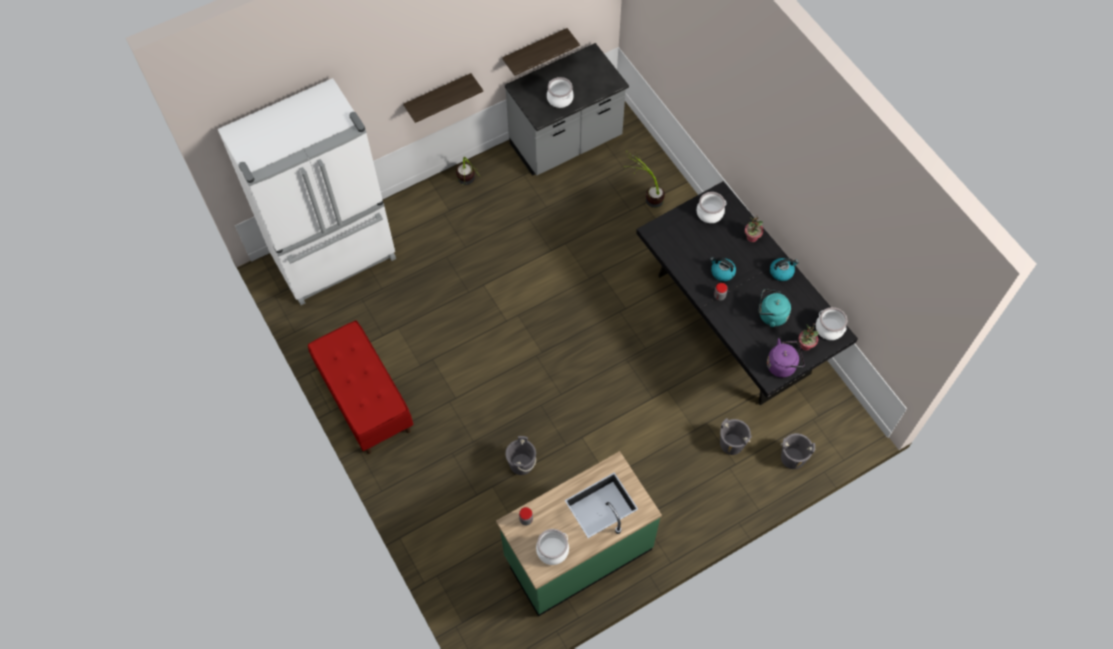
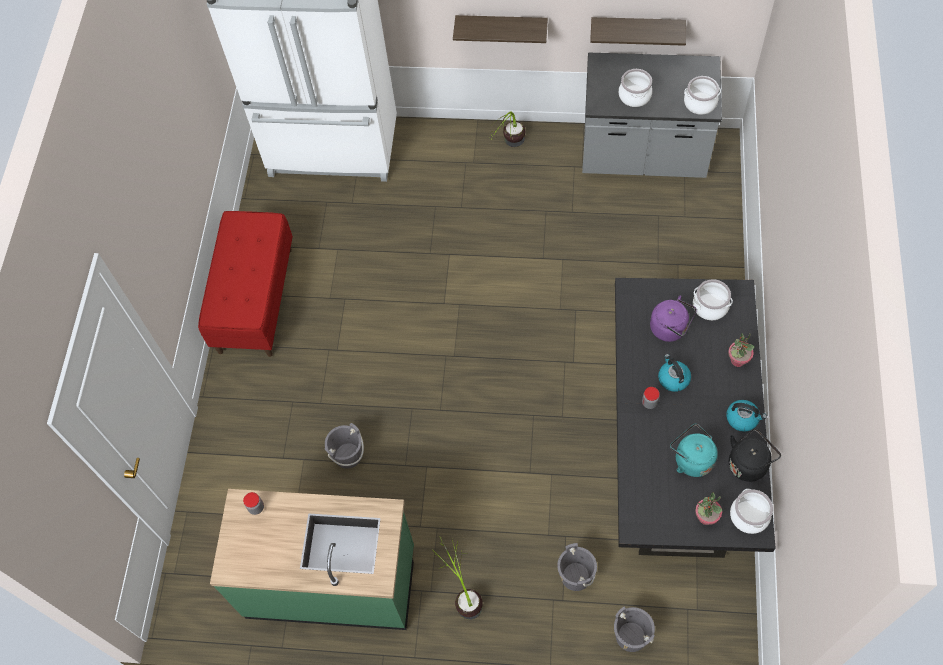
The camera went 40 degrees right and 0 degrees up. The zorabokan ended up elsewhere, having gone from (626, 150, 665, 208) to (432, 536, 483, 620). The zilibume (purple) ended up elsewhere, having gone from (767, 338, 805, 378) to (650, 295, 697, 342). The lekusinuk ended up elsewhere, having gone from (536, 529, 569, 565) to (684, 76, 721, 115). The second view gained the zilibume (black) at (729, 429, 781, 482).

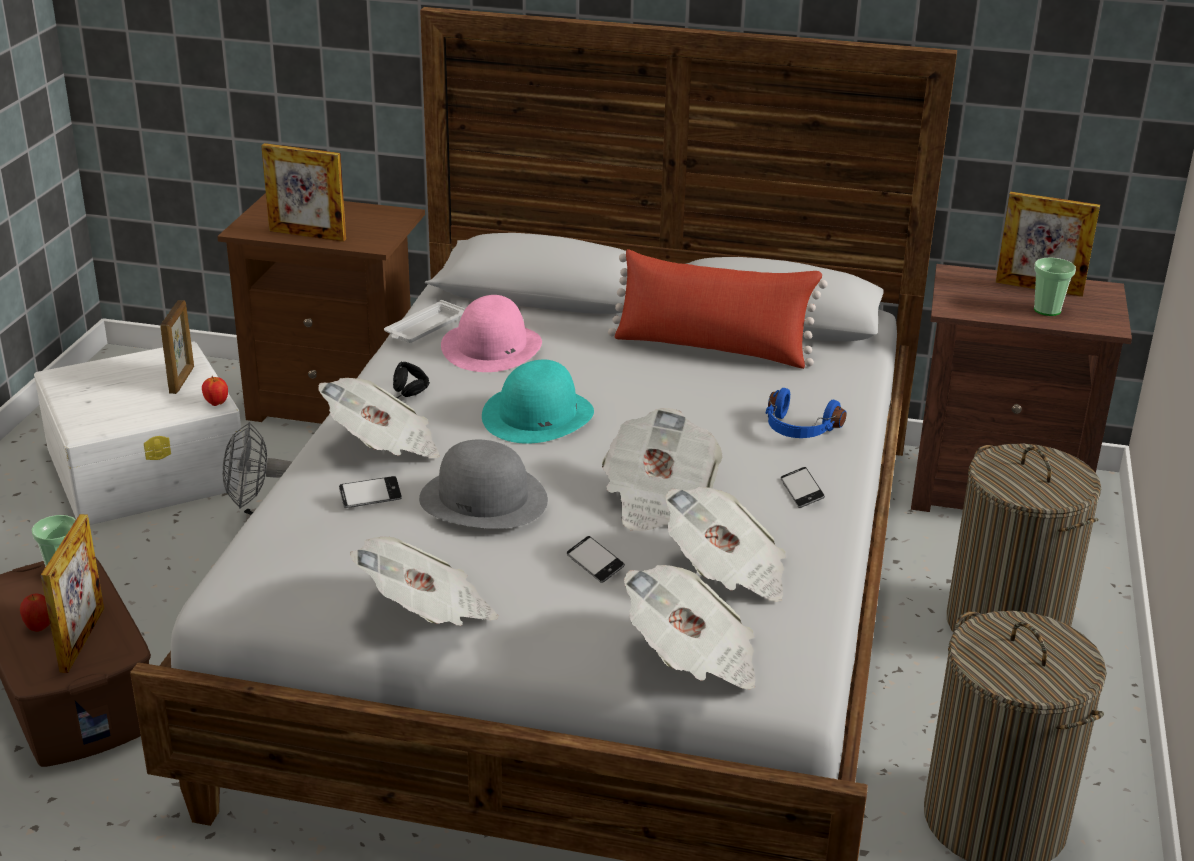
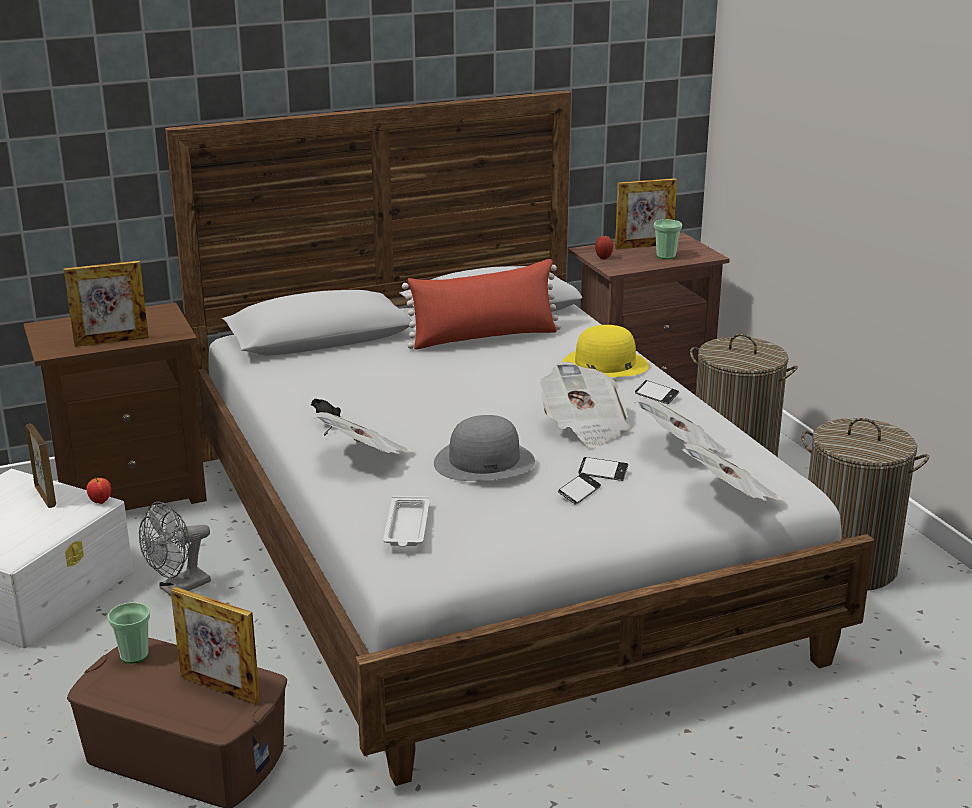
The camera went 35 degrees left and 5 degrees down. The second view lost the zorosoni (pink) at (441, 295, 542, 372). The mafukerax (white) ended up elsewhere, having gone from (384, 300, 465, 343) to (383, 496, 430, 547). The second view lost the zorosoni (turquoise) at (482, 360, 594, 444). Where the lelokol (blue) stood at (765, 388, 847, 438), the zorosoni (yellow) came to stand at (562, 325, 649, 377). The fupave ended up elsewhere, having gone from (339, 476, 402, 508) to (558, 473, 601, 505). The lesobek at (41, 514, 104, 673) ended up facing another way, 150 degrees clockwise from before. The second view lost the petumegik at (350, 536, 499, 626). The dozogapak ended up elsewhere, having gone from (20, 593, 50, 632) to (595, 234, 613, 259).

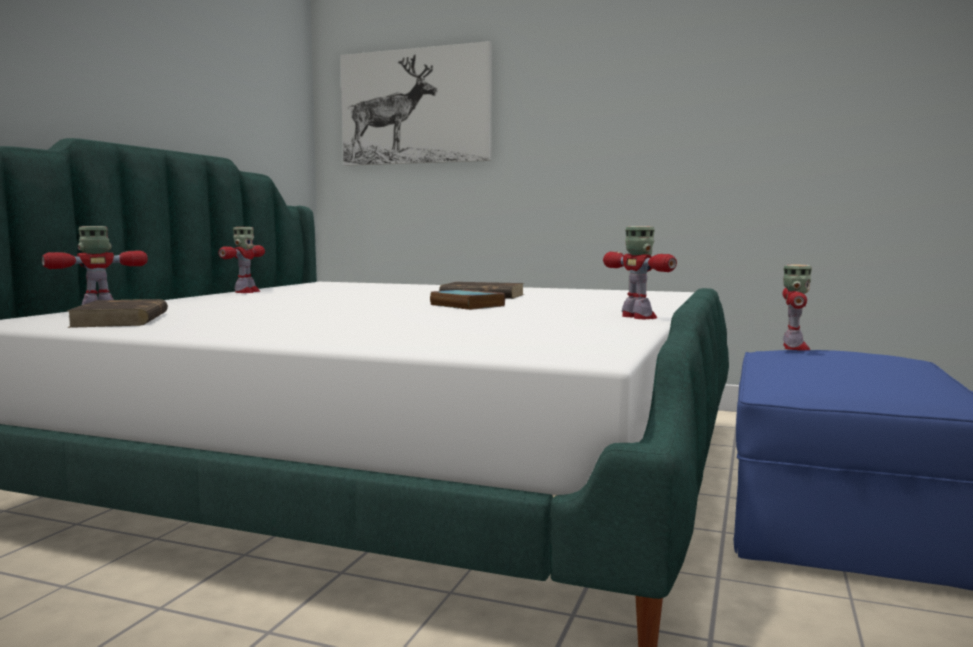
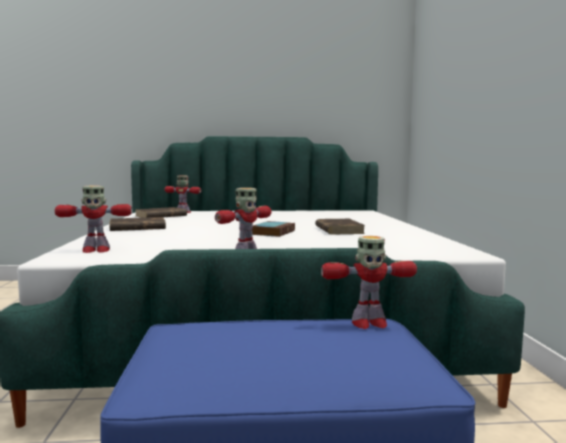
The camera went 65 degrees right and 0 degrees up. The second view lost the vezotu at (341, 41, 492, 166). The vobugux ended up elsewhere, having gone from (218, 227, 265, 293) to (55, 185, 132, 253). The second view gained the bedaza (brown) at (110, 217, 166, 231).

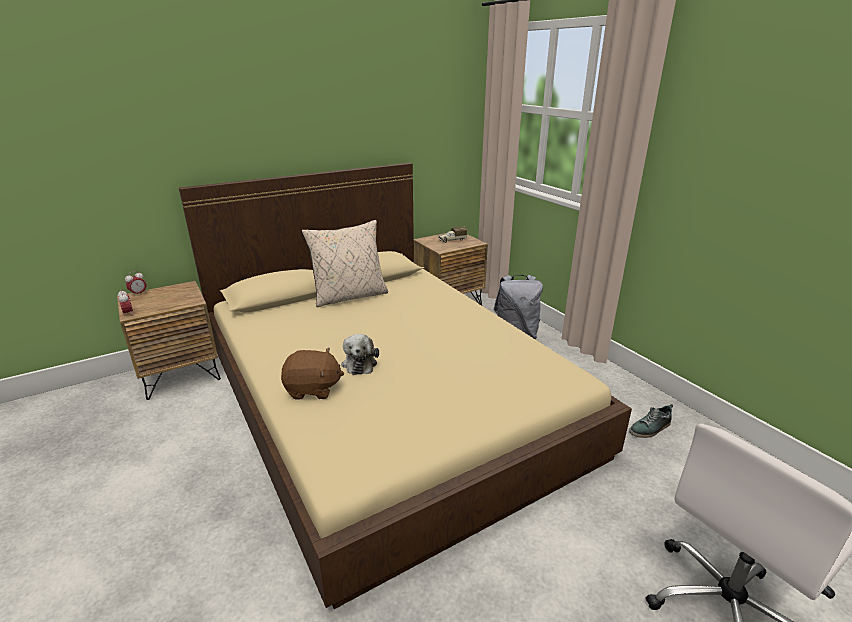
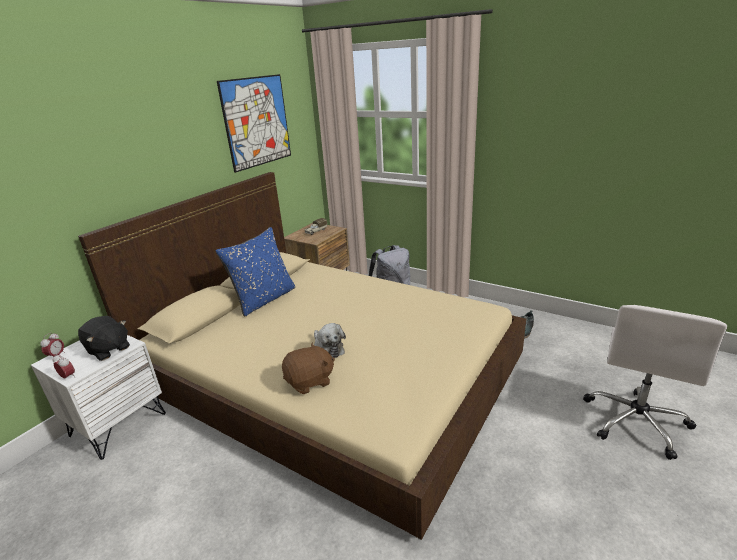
The camera went 25 degrees left and 0 degrees up. What was the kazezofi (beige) at (302, 220, 388, 307) turned into the kazezofi (blue) at (216, 227, 295, 316). What was the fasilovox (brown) at (117, 281, 221, 400) turned into the fasilovox (white) at (31, 335, 166, 460). The second view gained the vezotu at (217, 74, 291, 173). The second view gained the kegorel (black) at (78, 316, 130, 361).

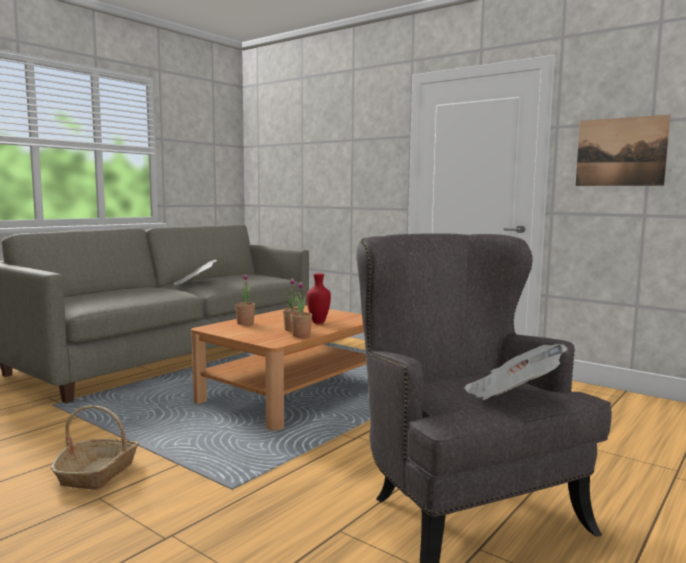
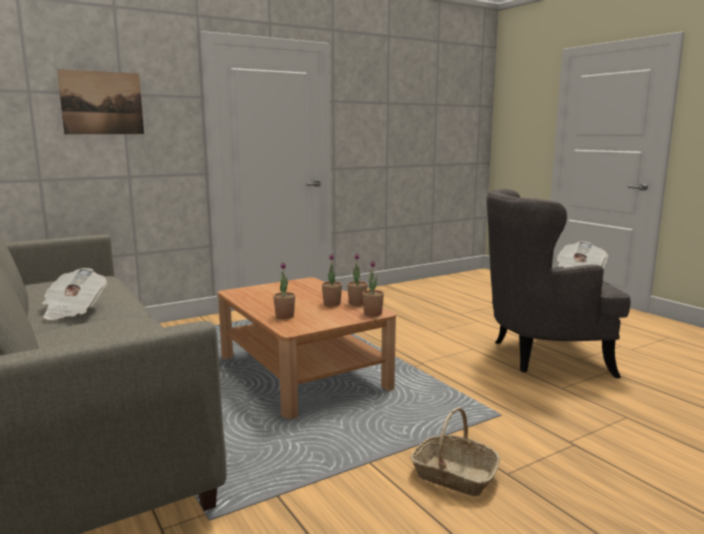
The camera went 70 degrees left and 5 degrees up. The vezotu ended up elsewhere, having gone from (576, 115, 671, 186) to (57, 69, 144, 134). The second view lost the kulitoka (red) at (307, 273, 331, 324). The second view gained the zorabokan at (362, 260, 384, 316).

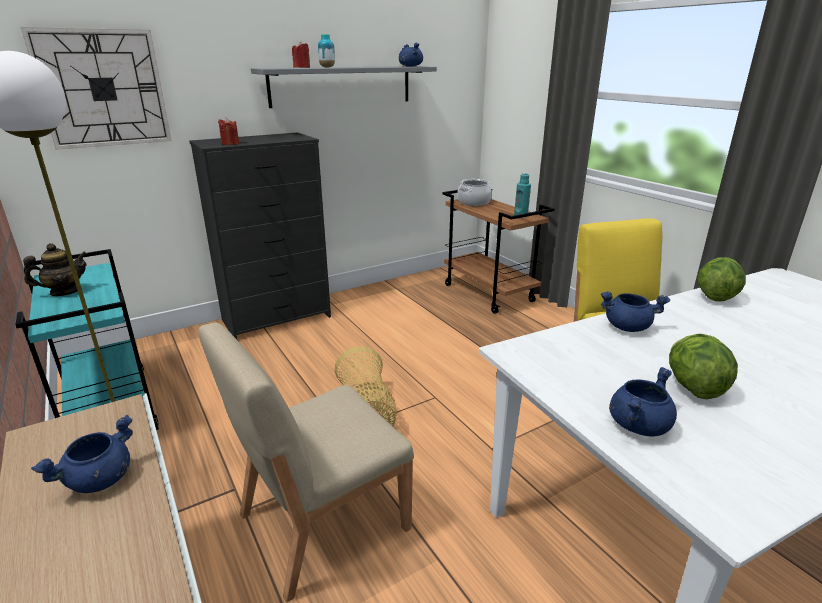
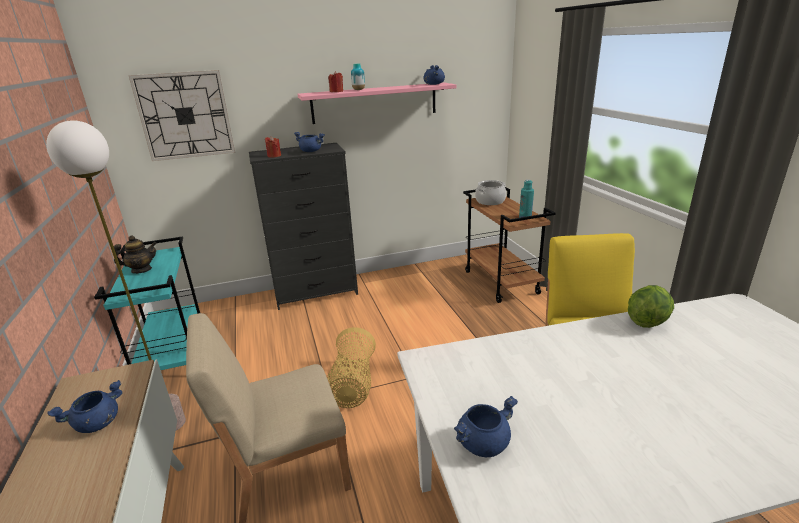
The camera went 15 degrees right and 0 degrees up. What was the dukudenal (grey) at (251, 66, 437, 108) turned into the dukudenal (pink) at (297, 83, 457, 124). The lekusinuk (blue) ended up elsewhere, having gone from (601, 291, 670, 332) to (294, 132, 325, 152). The second view lost the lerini at (669, 334, 738, 399).

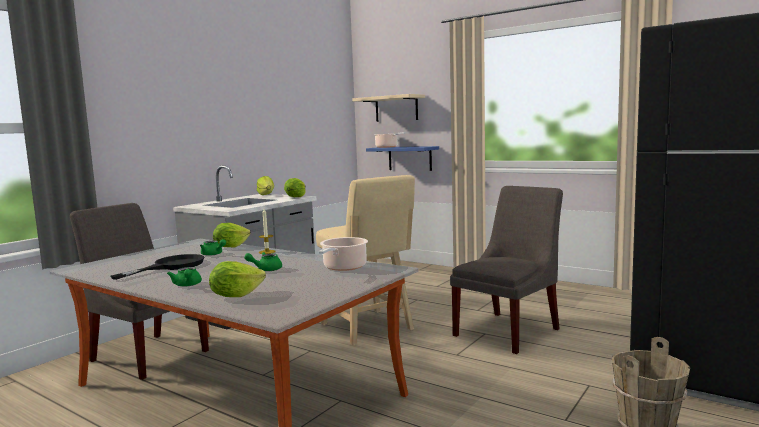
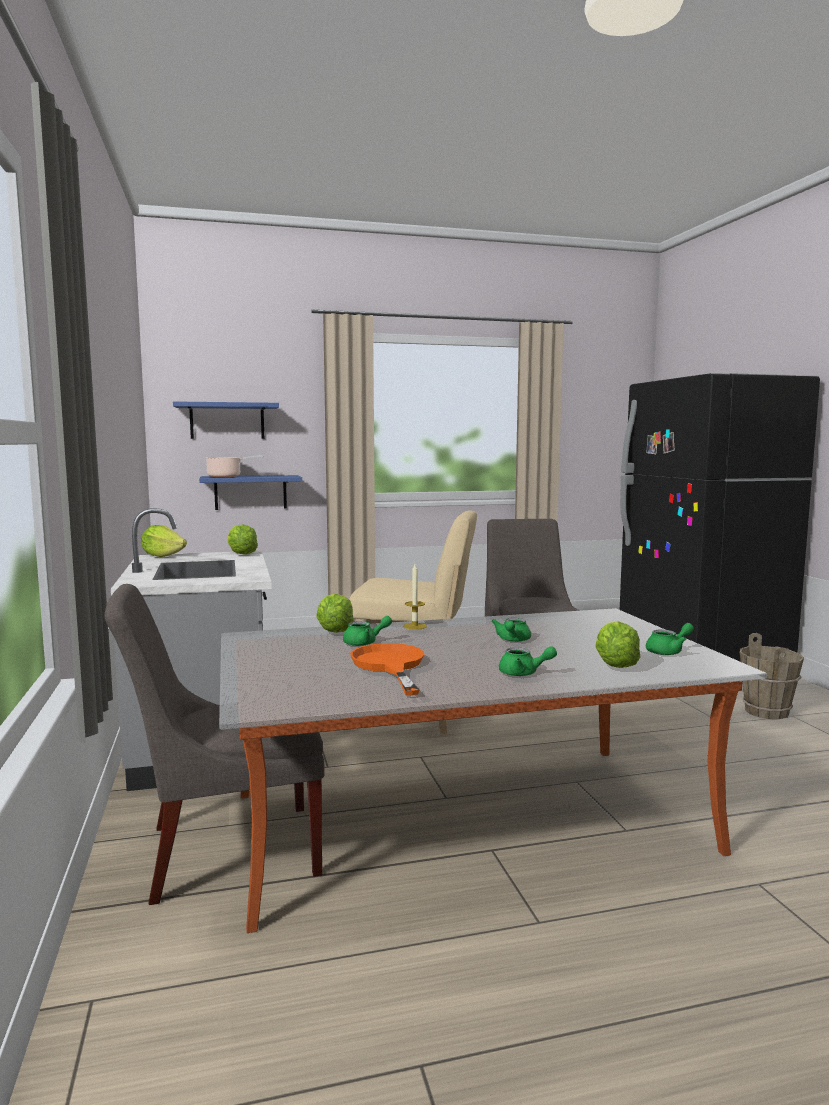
The camera went 50 degrees left and 0 degrees up. What was the dukudenal (beige) at (352, 94, 425, 122) turned into the dukudenal (blue) at (173, 401, 279, 439). The second view lost the lekusinuk at (319, 237, 368, 271). What was the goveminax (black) at (111, 254, 204, 280) turned into the goveminax (orange) at (350, 643, 424, 695). The second view gained the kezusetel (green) at (646, 623, 694, 655).

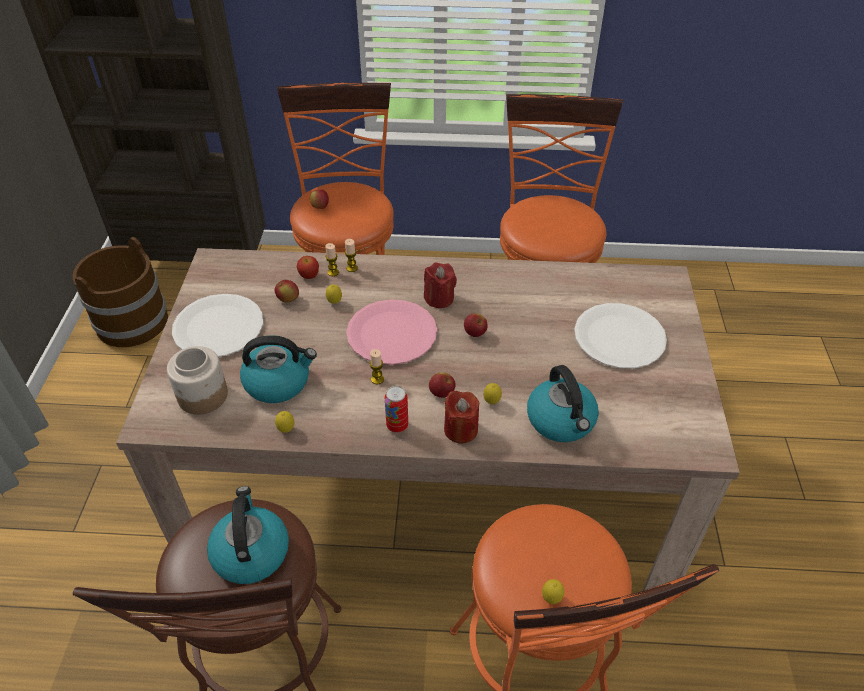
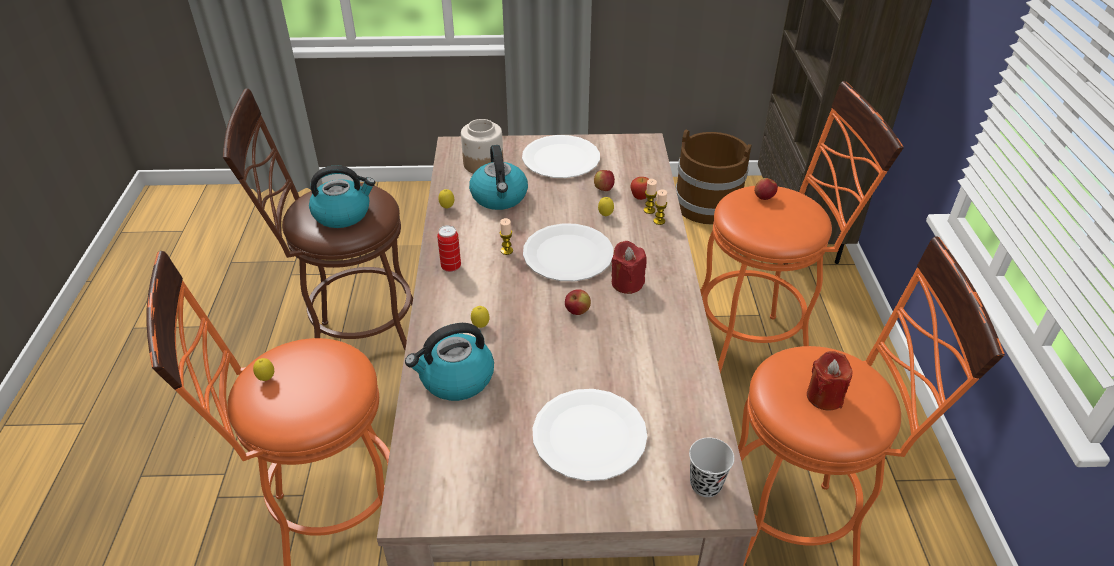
The camera went 85 degrees right and 5 degrees down. What was the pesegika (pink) at (346, 299, 437, 365) turned into the pesegika (white) at (523, 224, 613, 281). The second view lost the dozogapak at (429, 372, 456, 398). The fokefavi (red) ended up elsewhere, having gone from (444, 391, 479, 443) to (807, 351, 852, 411). The second view gained the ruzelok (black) at (689, 438, 734, 497).

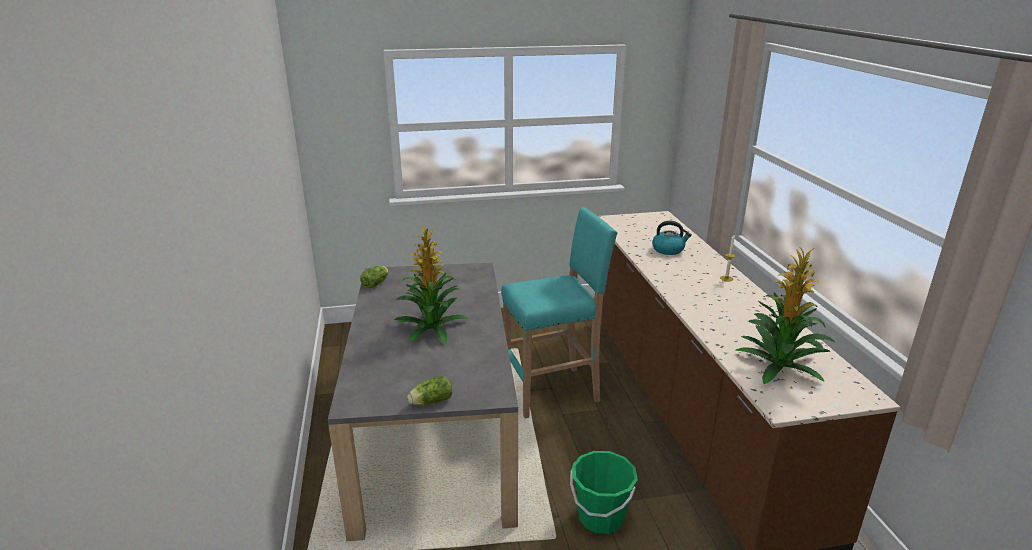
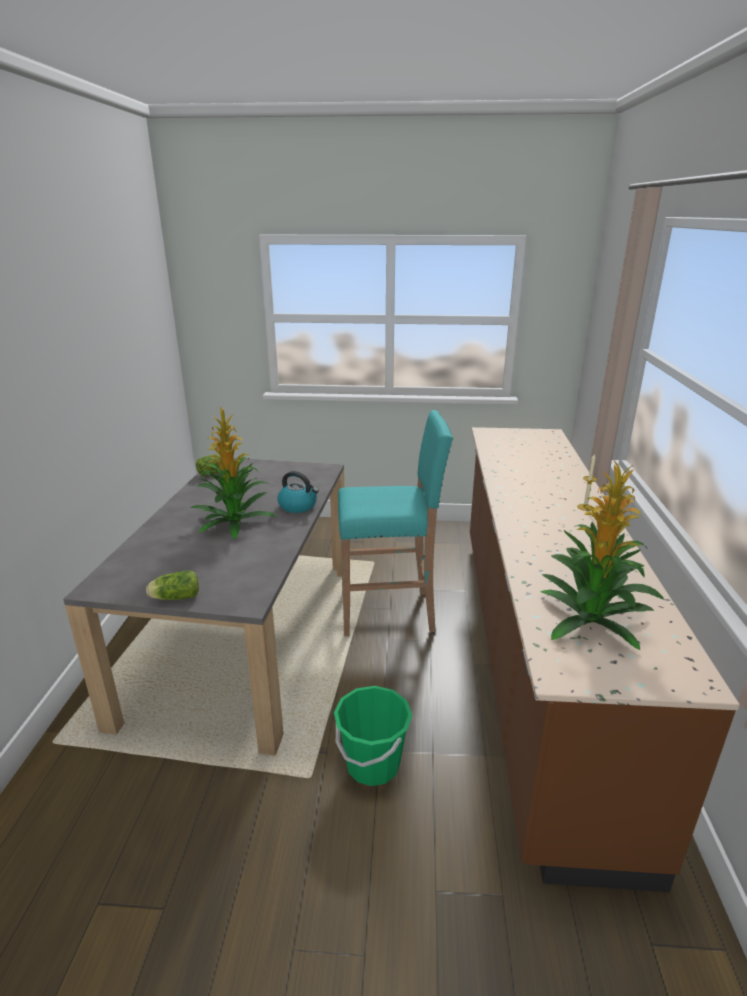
The camera went 15 degrees right and 0 degrees up. The zilibume ended up elsewhere, having gone from (652, 221, 692, 255) to (277, 471, 319, 513).

